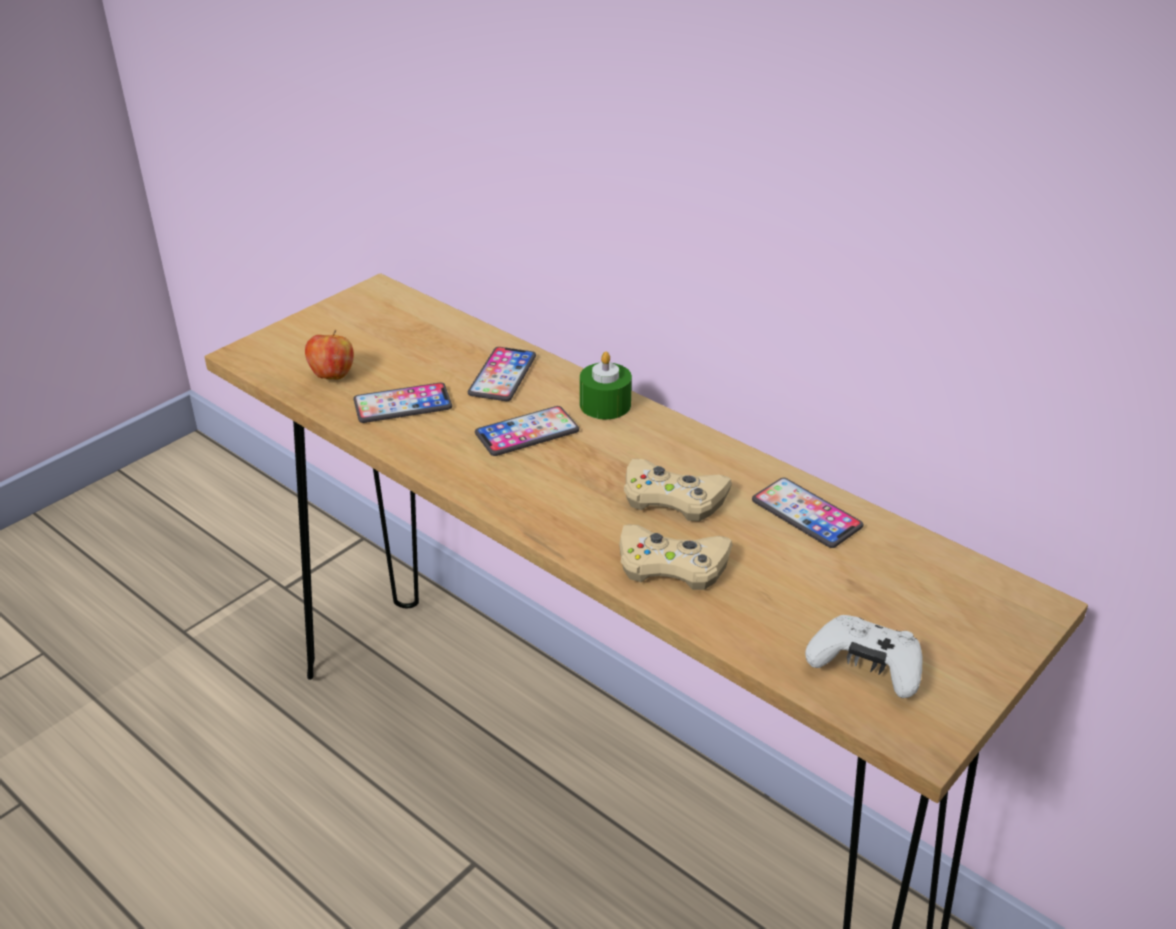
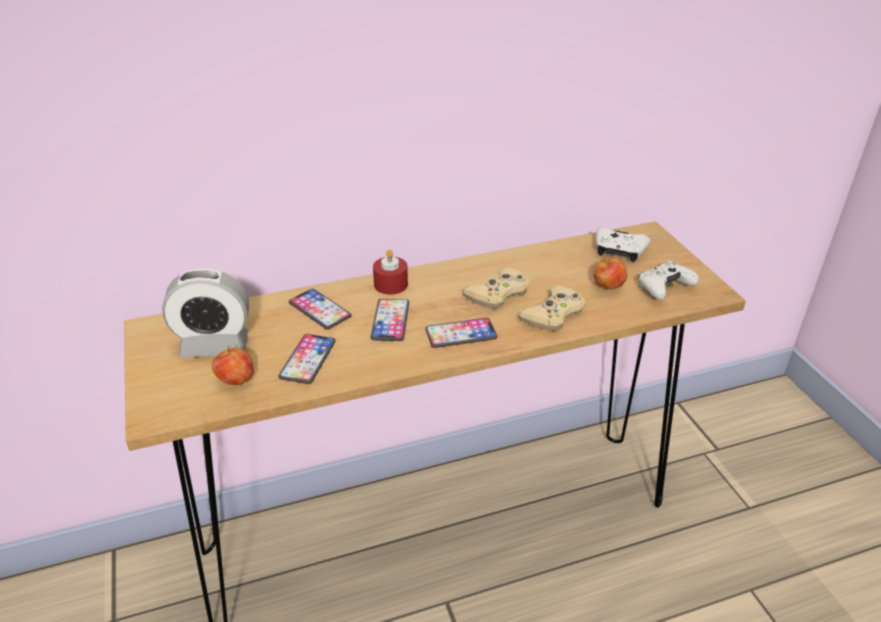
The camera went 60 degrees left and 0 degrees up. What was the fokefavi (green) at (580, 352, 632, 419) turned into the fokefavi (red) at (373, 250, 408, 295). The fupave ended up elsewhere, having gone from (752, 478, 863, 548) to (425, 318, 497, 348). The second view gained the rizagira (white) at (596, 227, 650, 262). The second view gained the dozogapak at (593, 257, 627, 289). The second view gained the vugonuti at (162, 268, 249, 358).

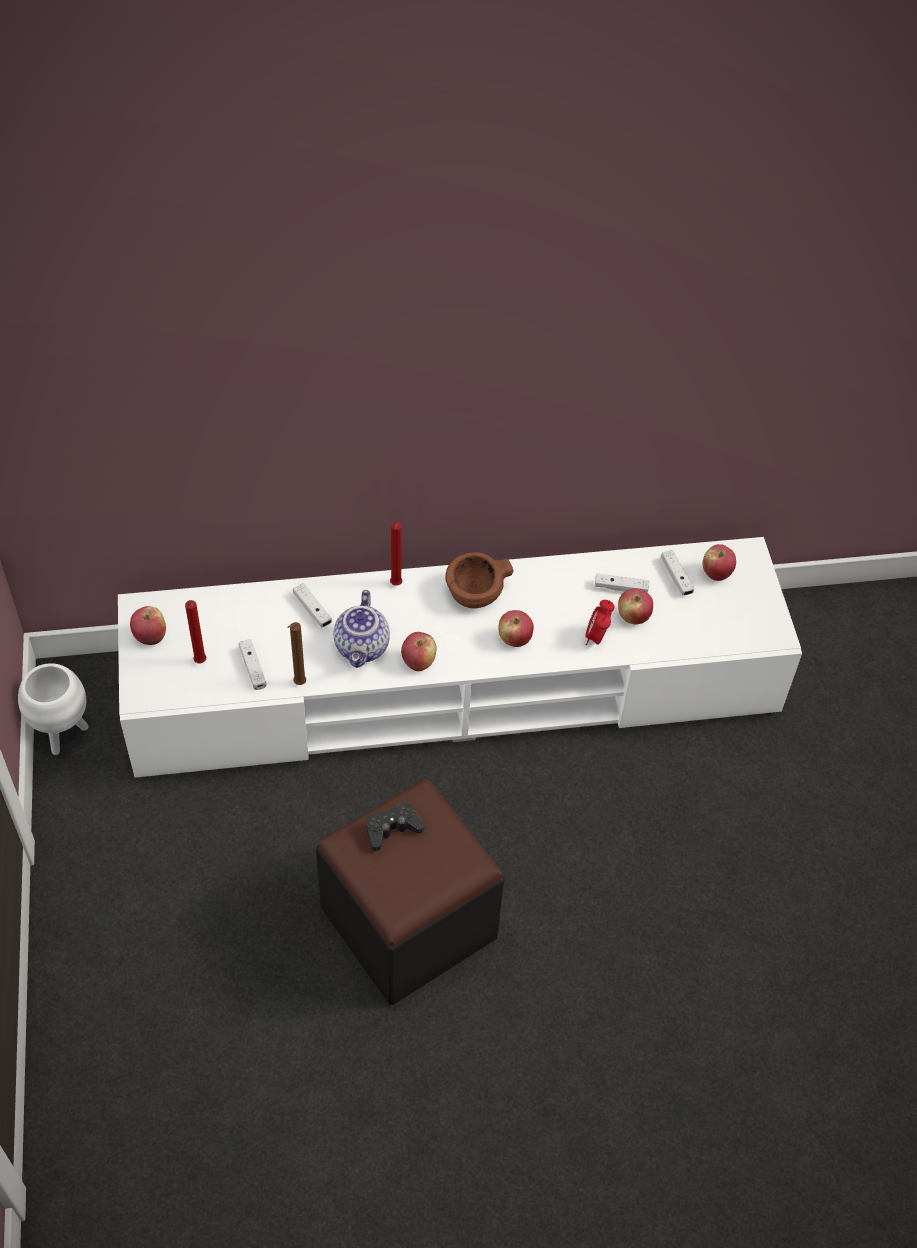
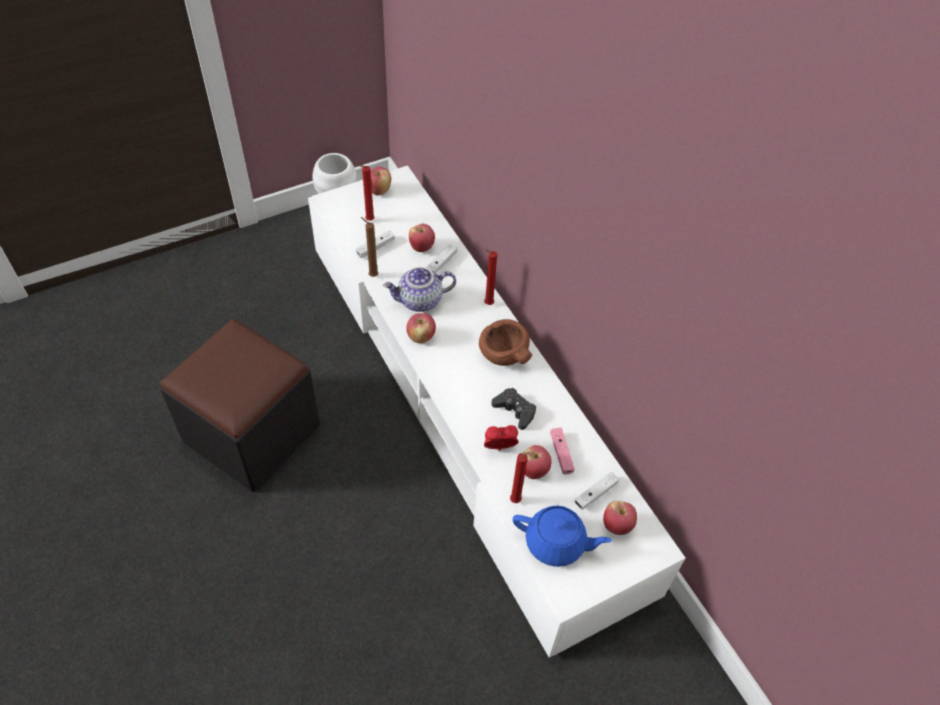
The camera went 70 degrees right and 0 degrees up. What was the rizagira (white) at (595, 574, 649, 593) turned into the rizagira (pink) at (550, 428, 575, 475). The dozogapak ended up elsewhere, having gone from (498, 610, 534, 647) to (409, 224, 435, 252). The rizagira (black) ended up elsewhere, having gone from (366, 801, 424, 851) to (491, 388, 536, 430). The second view gained the fokefavi (red) at (510, 452, 534, 503). The second view gained the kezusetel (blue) at (513, 505, 612, 567).

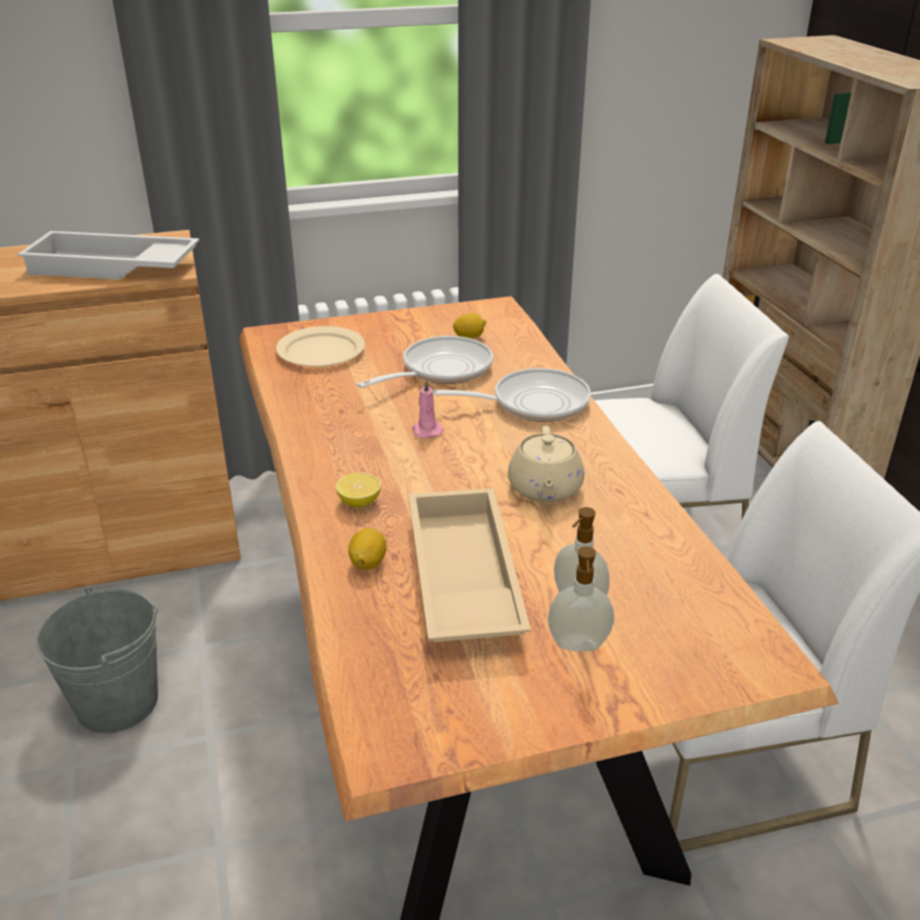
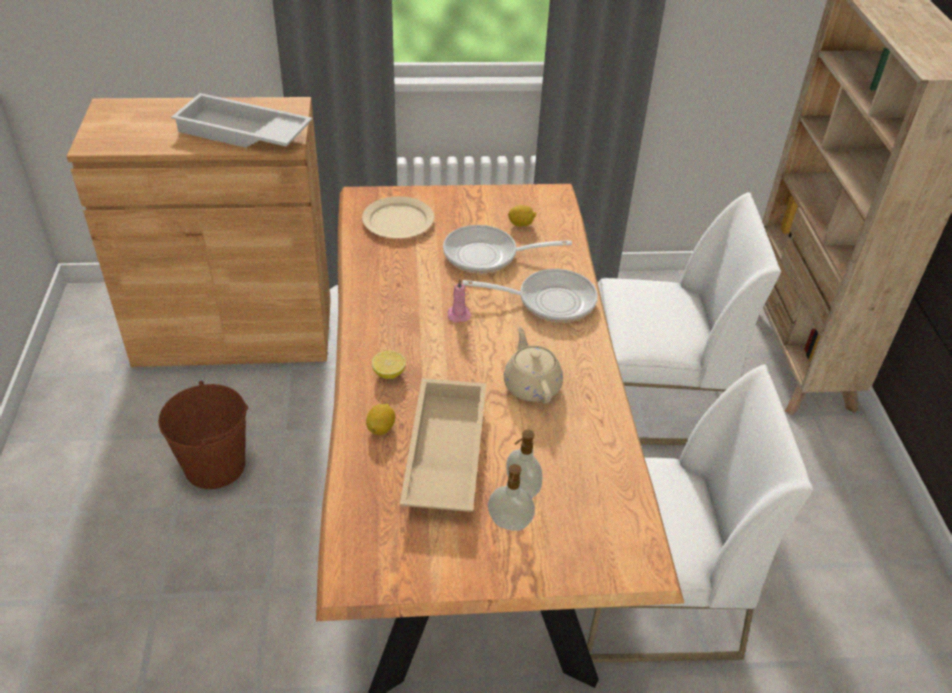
The camera went 10 degrees right and 10 degrees up. The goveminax at (357, 336, 493, 388) ended up facing another way, 150 degrees counterclockwise from before. The kezusetel (beige) at (508, 426, 584, 502) ended up facing another way, 150 degrees clockwise from before. What was the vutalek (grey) at (36, 588, 158, 733) turned into the vutalek (brown) at (158, 381, 248, 489).

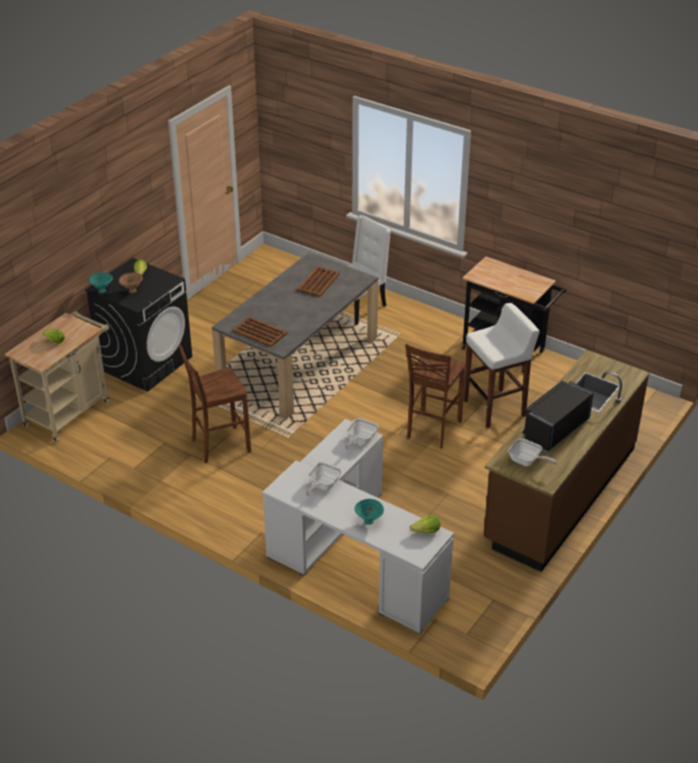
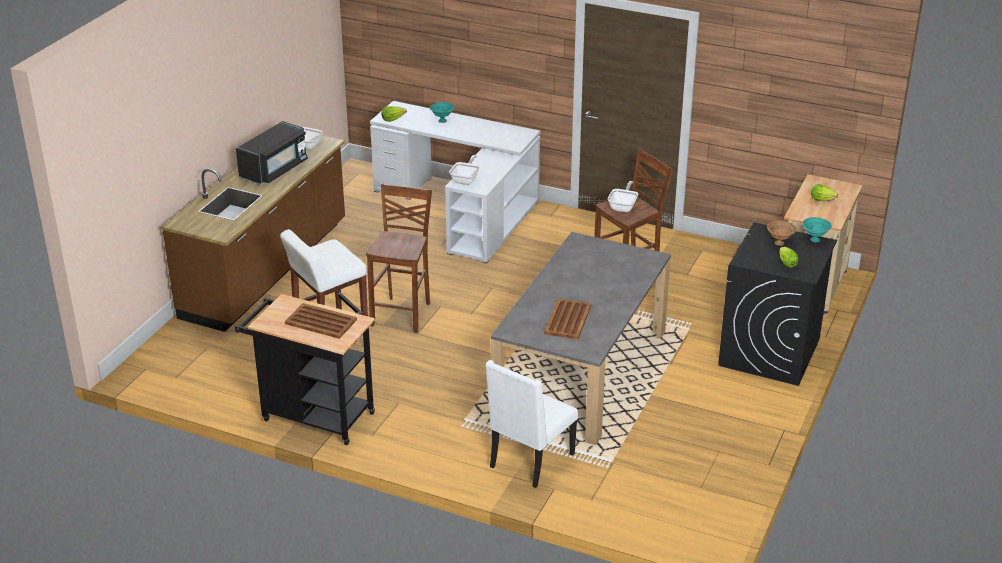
The camera went 170 degrees right and 5 degrees down. The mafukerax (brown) ended up elsewhere, having gone from (233, 316, 287, 347) to (285, 303, 357, 339). The goveminax ended up elsewhere, having gone from (306, 462, 342, 496) to (608, 181, 638, 212).

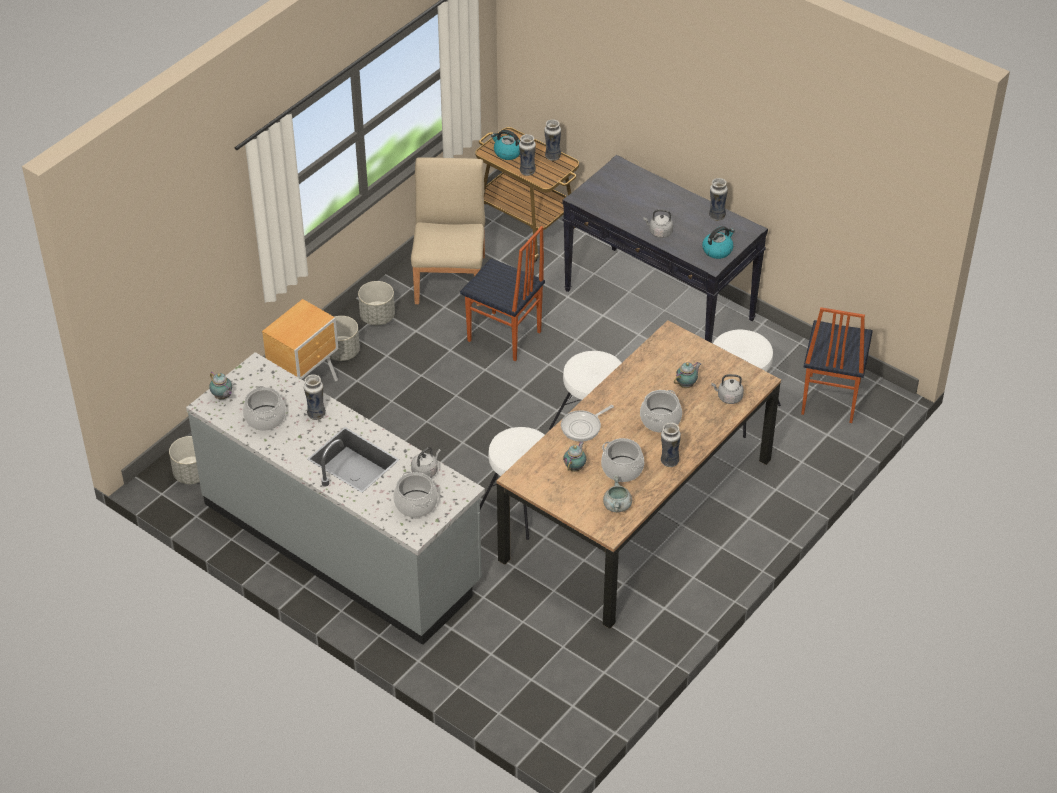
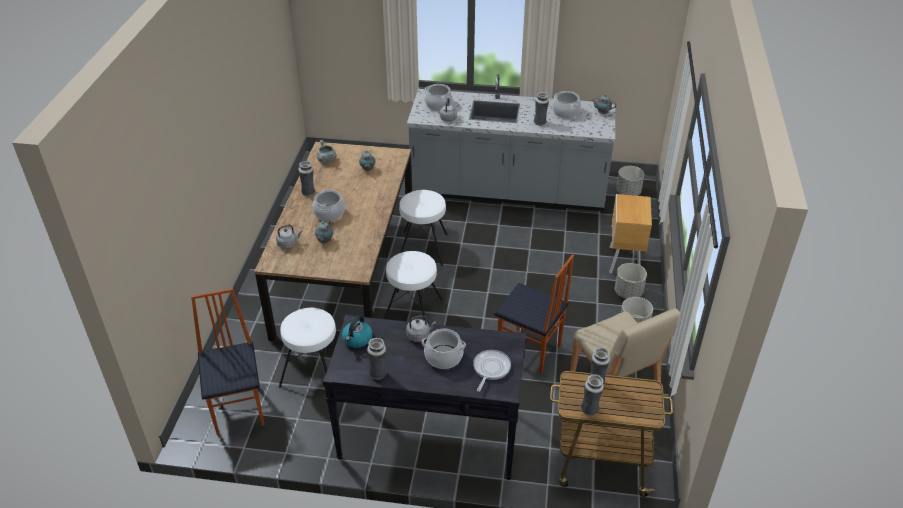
The camera went 150 degrees right and 5 degrees down. The second view lost the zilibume at (491, 130, 520, 160). The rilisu at (460, 226, 545, 362) ended up facing another way, 150 degrees counterclockwise from before. The goveminax ended up elsewhere, having gone from (561, 405, 614, 442) to (473, 350, 511, 392). The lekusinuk ended up elsewhere, having gone from (601, 438, 644, 482) to (422, 329, 466, 369).

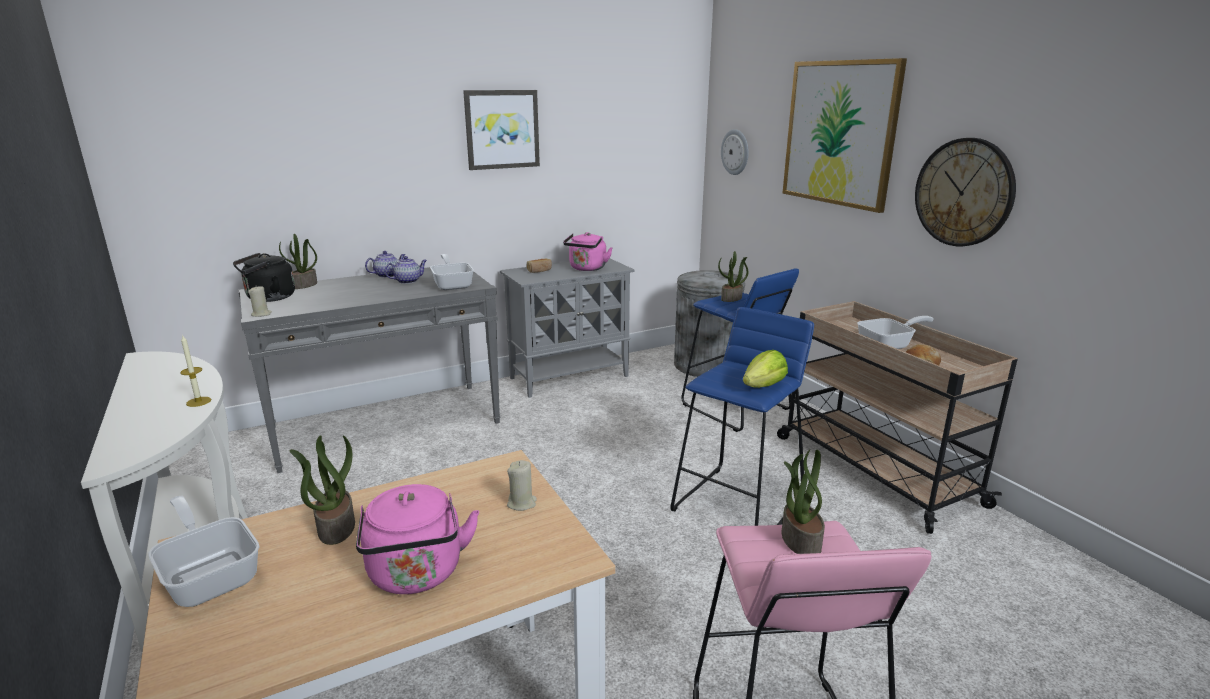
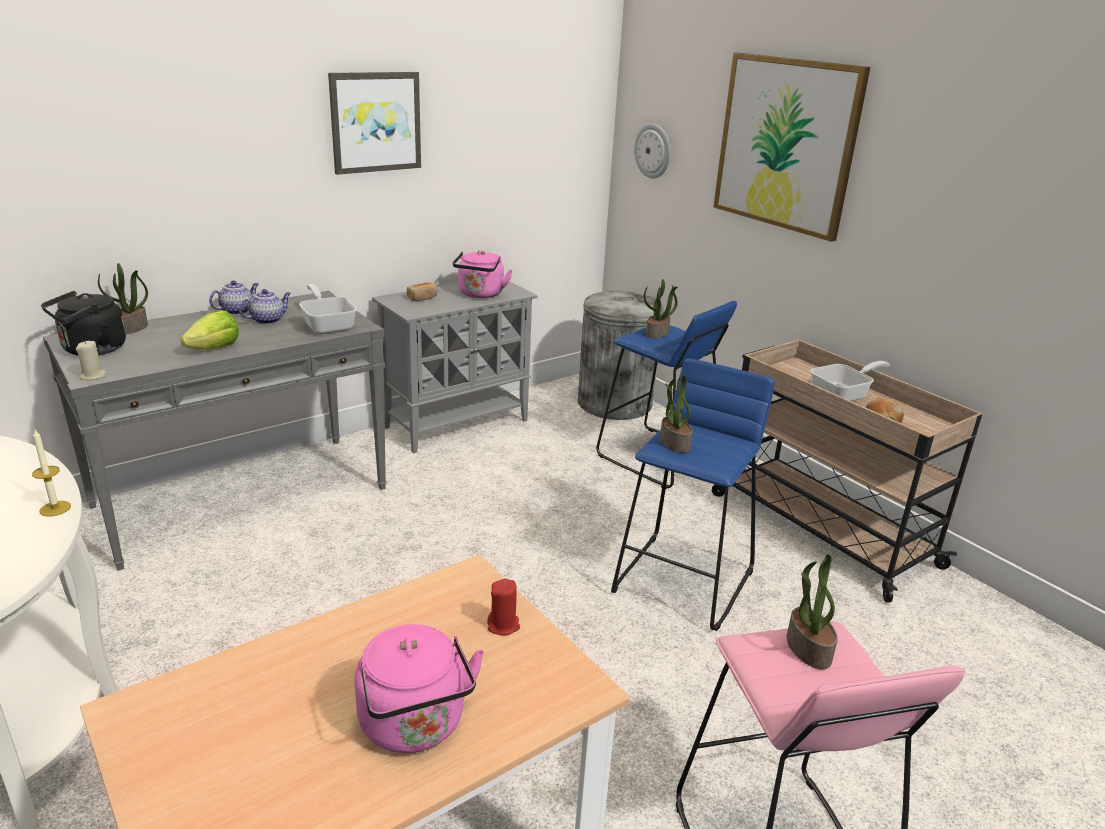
The camera went 10 degrees left and 5 degrees up. The second view lost the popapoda at (915, 138, 1016, 246). The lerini ended up elsewhere, having gone from (743, 350, 788, 388) to (180, 310, 239, 350). The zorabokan ended up elsewhere, having gone from (289, 435, 355, 545) to (660, 374, 693, 453). What was the fokefavi (beige) at (507, 460, 537, 511) turned into the fokefavi (red) at (487, 579, 520, 636). The second view lost the goveminax at (149, 496, 260, 607).

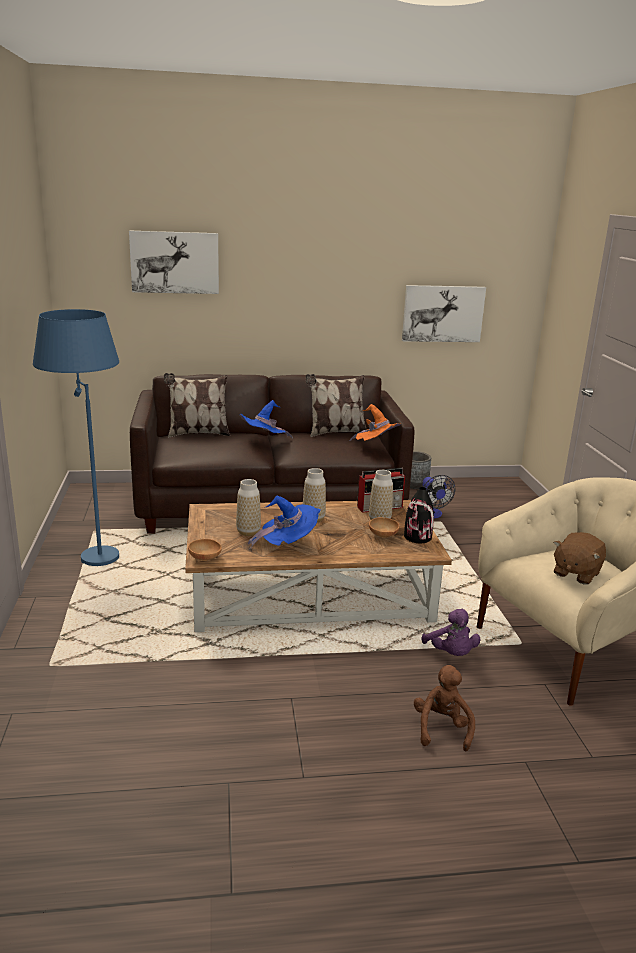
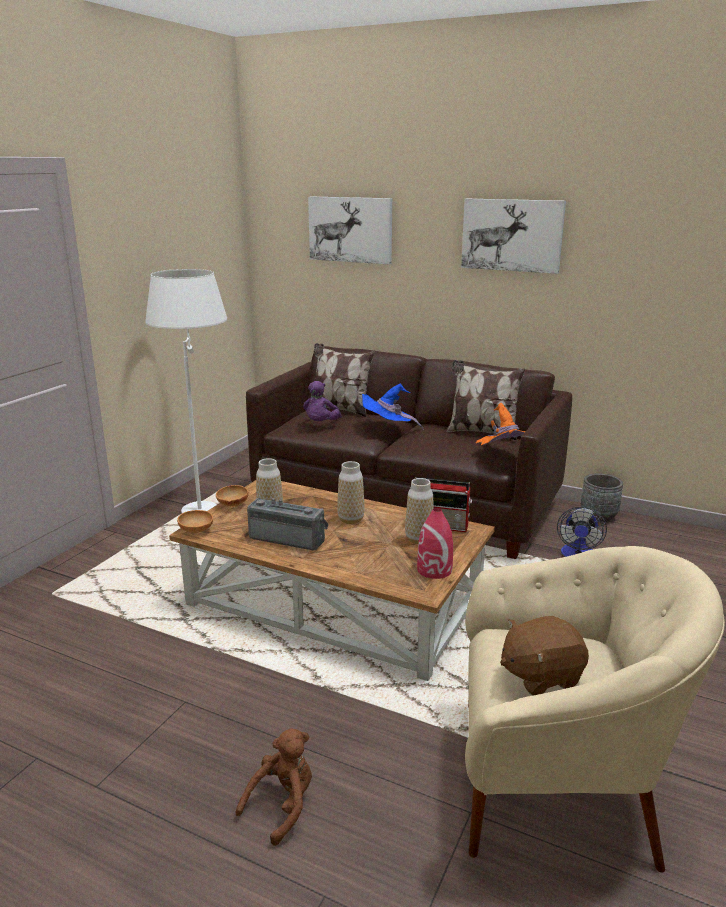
The camera went 35 degrees right and 0 degrees up. The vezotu ended up elsewhere, having gone from (402, 285, 486, 342) to (461, 199, 566, 274). What was the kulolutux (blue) at (33, 309, 119, 566) turned into the kulolutux (white) at (145, 269, 227, 513). What was the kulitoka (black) at (404, 487, 434, 543) turned into the kulitoka (red) at (417, 508, 453, 579). Where the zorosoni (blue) stood at (248, 496, 321, 549), the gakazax came to stand at (247, 498, 329, 550). The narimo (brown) ended up elsewhere, having gone from (369, 517, 399, 538) to (216, 485, 249, 507). The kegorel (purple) ended up elsewhere, having gone from (421, 609, 481, 656) to (303, 381, 342, 421).

